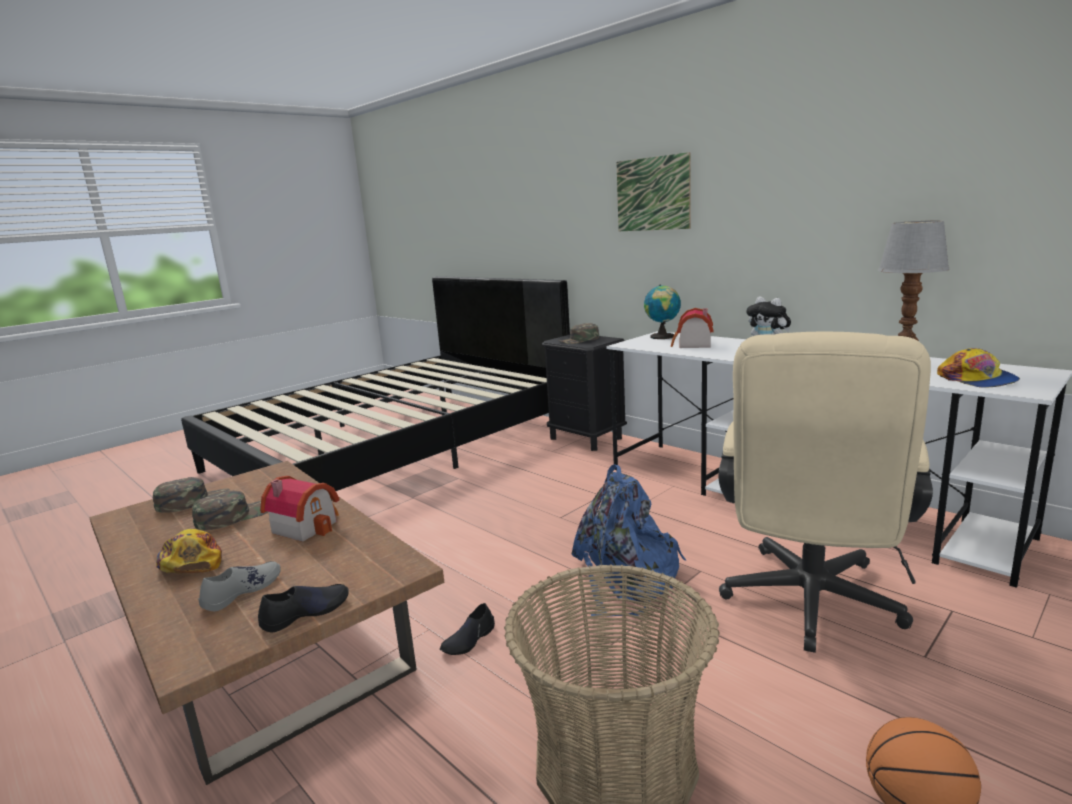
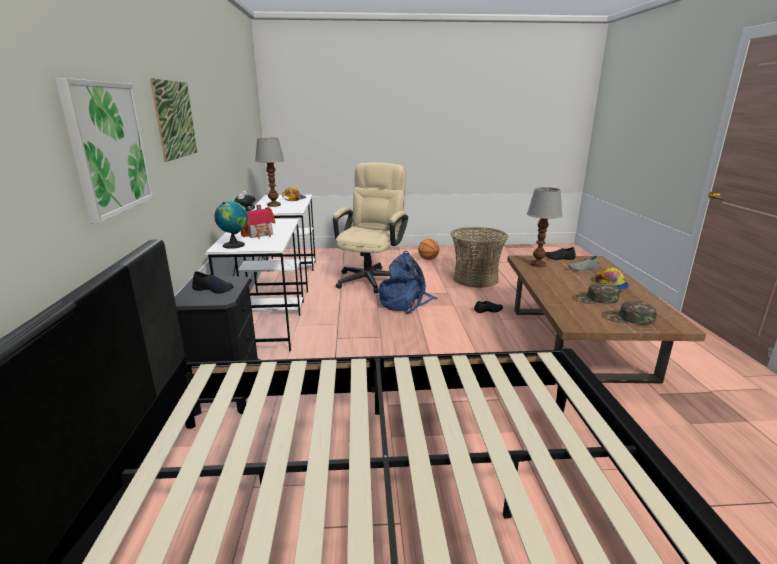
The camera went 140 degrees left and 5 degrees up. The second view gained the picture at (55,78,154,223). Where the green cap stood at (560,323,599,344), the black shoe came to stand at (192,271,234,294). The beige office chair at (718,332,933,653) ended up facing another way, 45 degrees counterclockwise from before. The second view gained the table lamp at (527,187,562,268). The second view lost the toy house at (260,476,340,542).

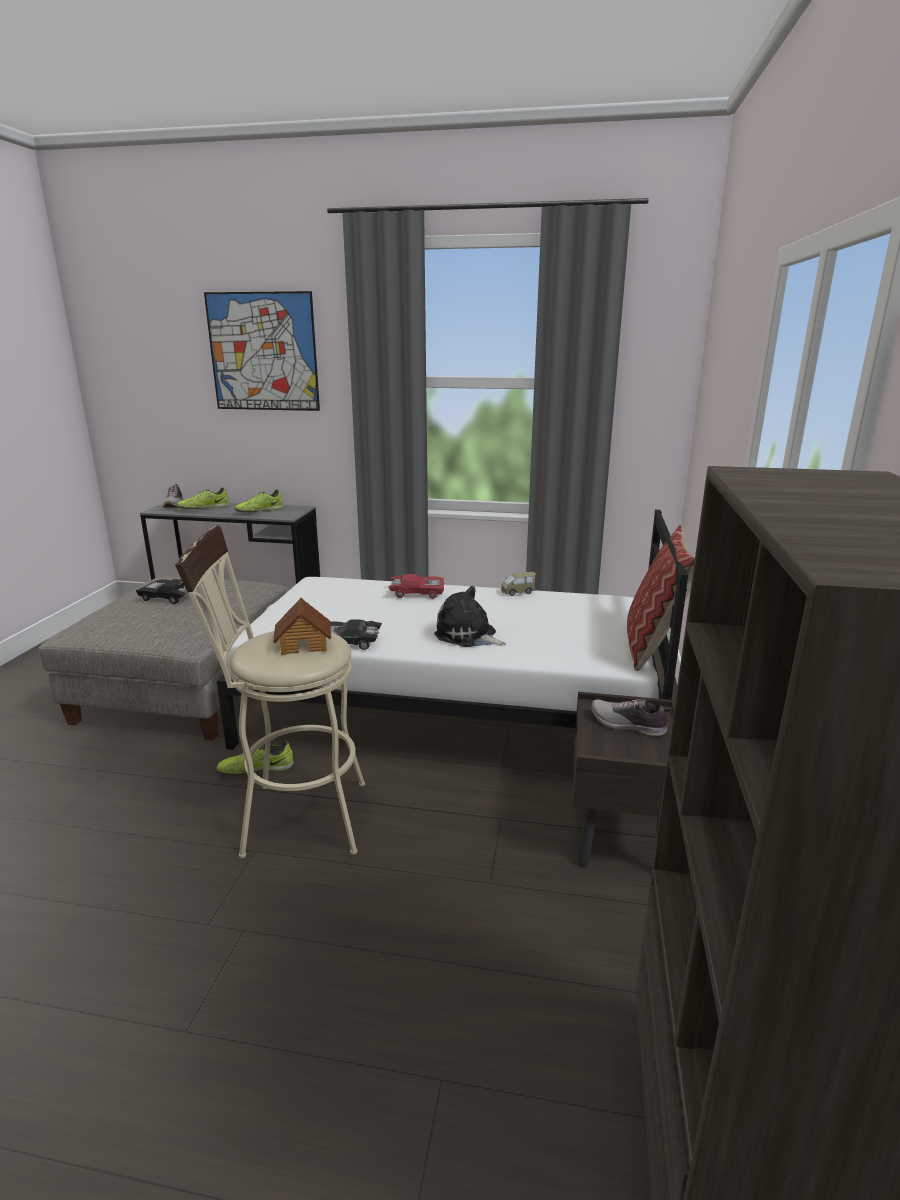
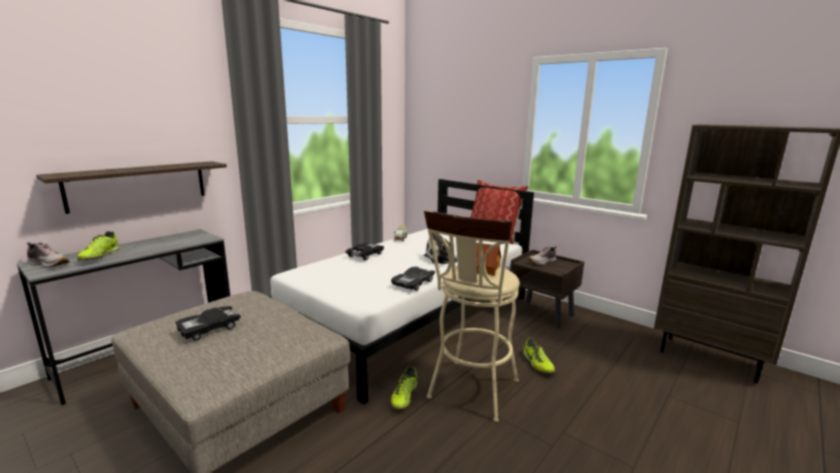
The camera went 60 degrees left and 5 degrees down. The second view gained the shelf at (36,161,227,214). What was the red toy car at (388,574,444,599) turned into the black toy car at (345,243,384,260). The shoe ended up elsewhere, having gone from (234,489,283,512) to (523,338,555,374). The second view lost the picture at (204,291,320,411).

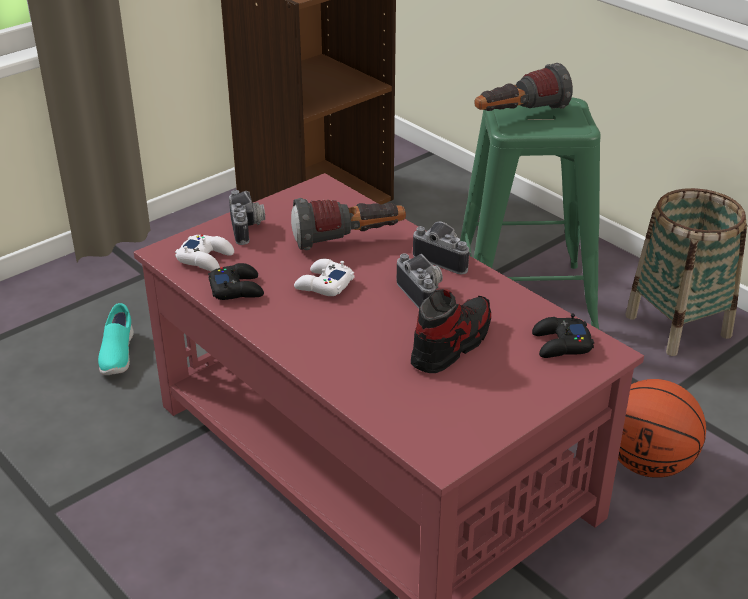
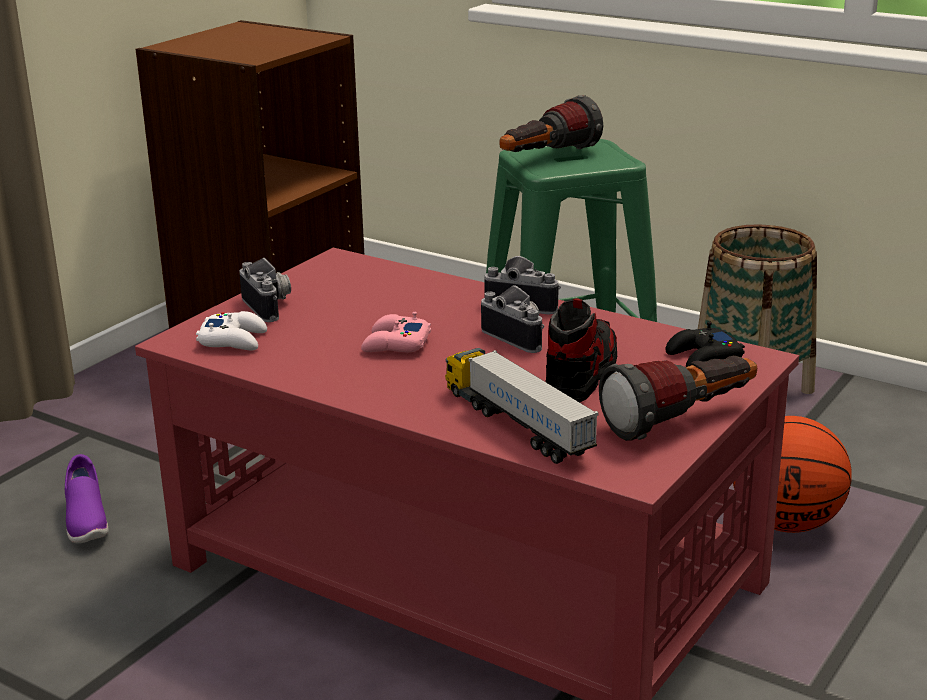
The camera went 15 degrees left and 10 degrees down. What was the turquoise shoe at (98,303,134,375) turned into the purple shoe at (65,454,109,543). What was the white game controller at (294,259,355,296) turned into the pink game controller at (361,311,431,352). The second view gained the toy truck at (445,348,599,464). The flashlight ended up elsewhere, having gone from (291,198,406,250) to (599,356,757,441). The second view lost the black game controller at (208,263,264,300).

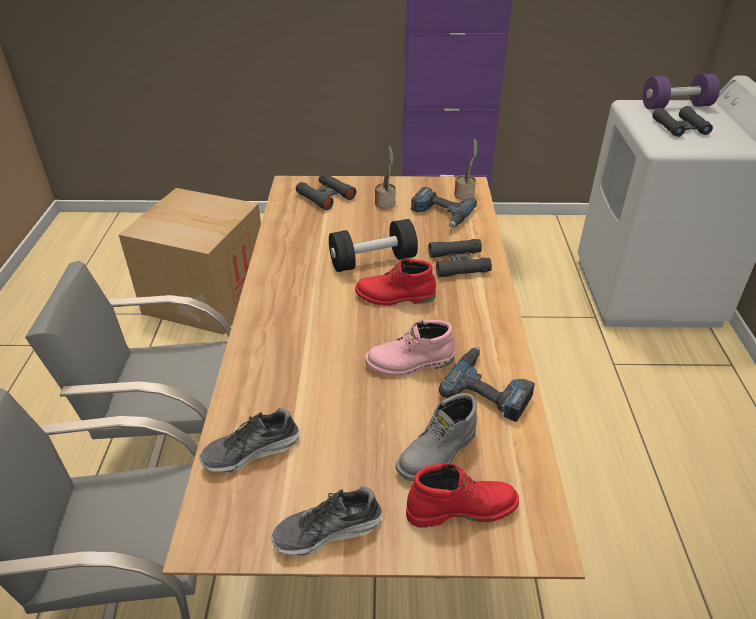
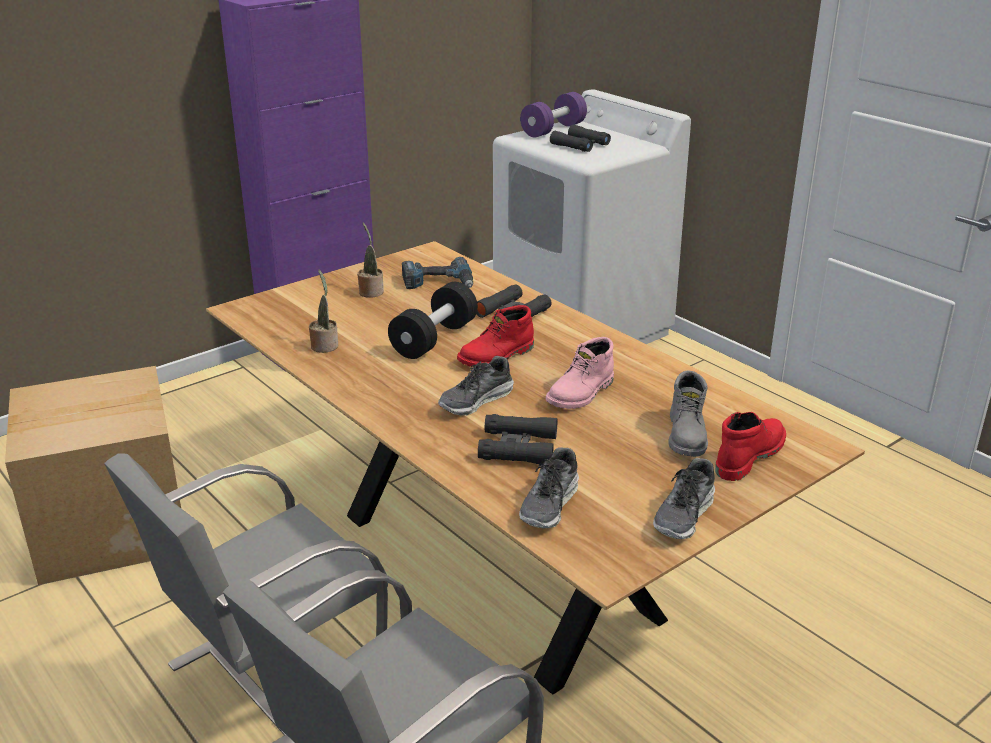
The camera went 40 degrees left and 10 degrees down. The potted plant ended up elsewhere, having gone from (454,139,478,200) to (309,270,338,353). The second view gained the shoe at (438,356,514,416). The black binoculars ended up elsewhere, having gone from (296,173,356,210) to (478,414,557,464). The second view lost the power drill at (439,347,535,422).

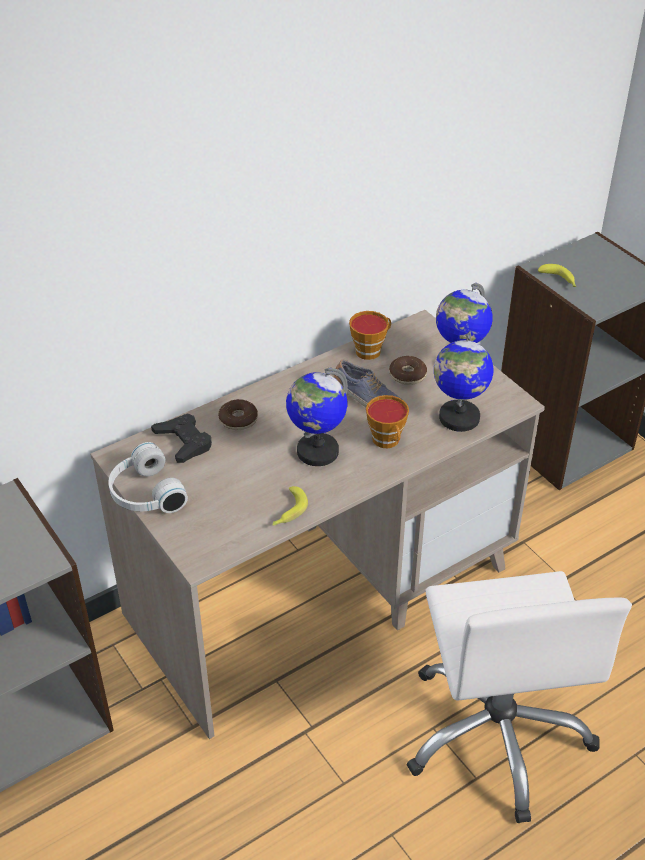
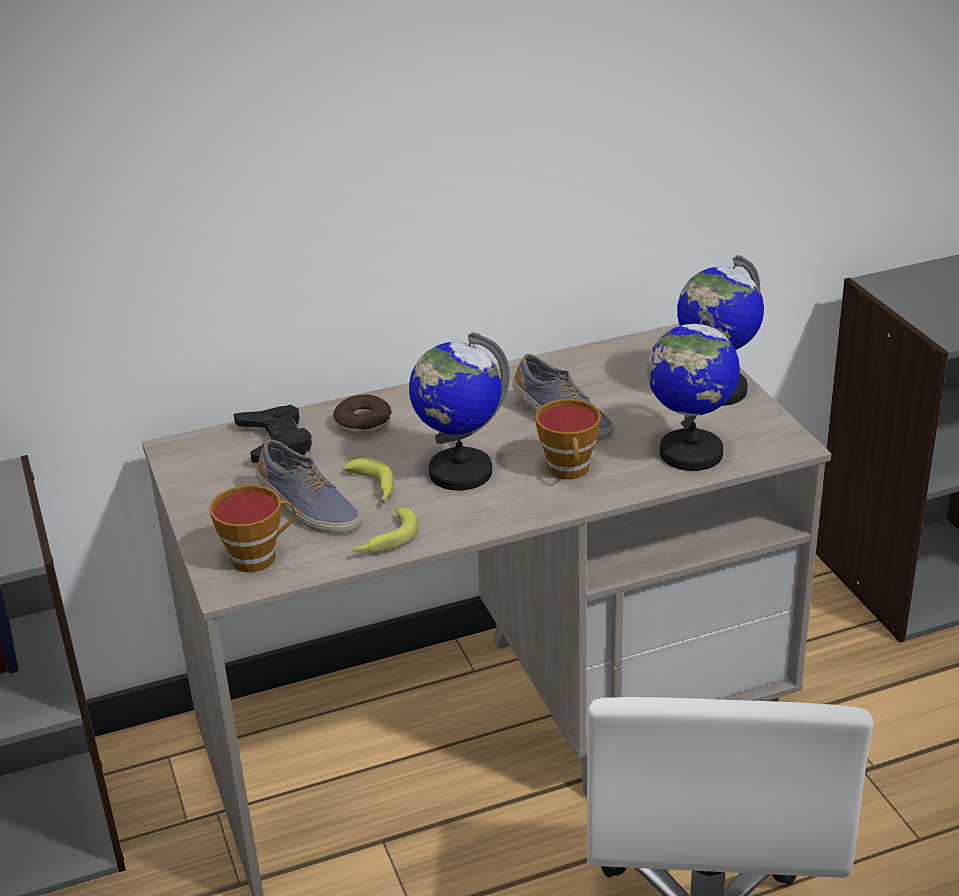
The camera went 15 degrees right and 10 degrees down. The cup ended up elsewhere, having gone from (349,311,391,360) to (210,485,296,573). The second view gained the shoe at (256,440,362,534). The banana ended up elsewhere, having gone from (538,264,577,287) to (343,458,394,502). The second view lost the white headphones at (108,442,188,513). The second view lost the donut at (389,356,427,385).

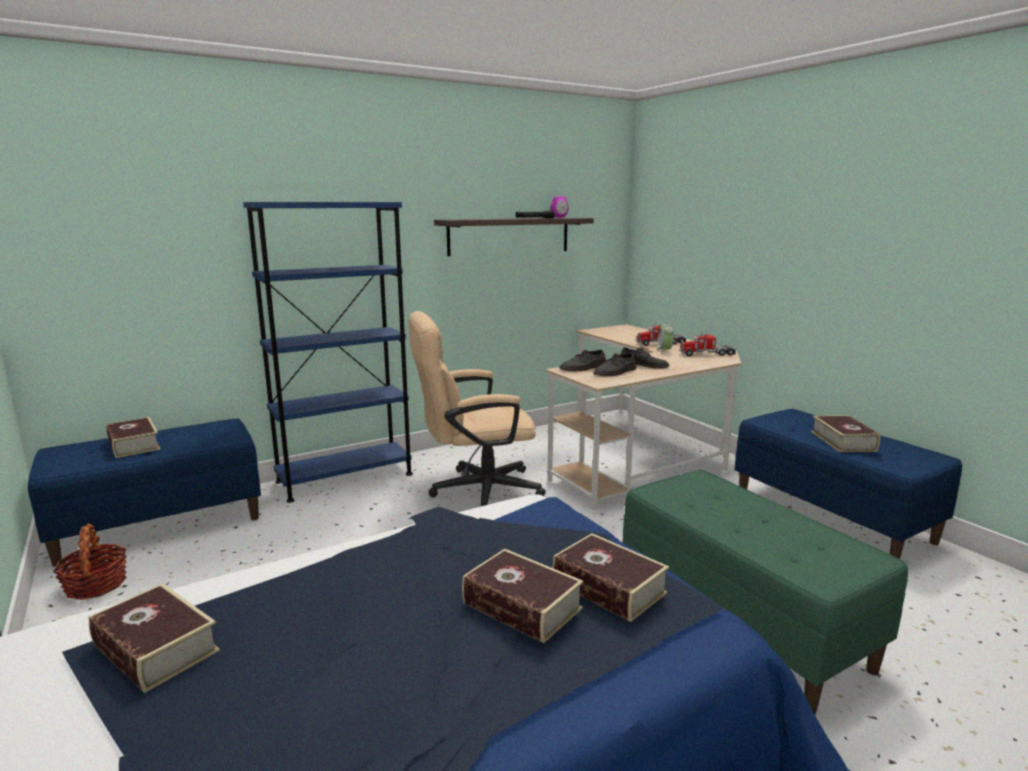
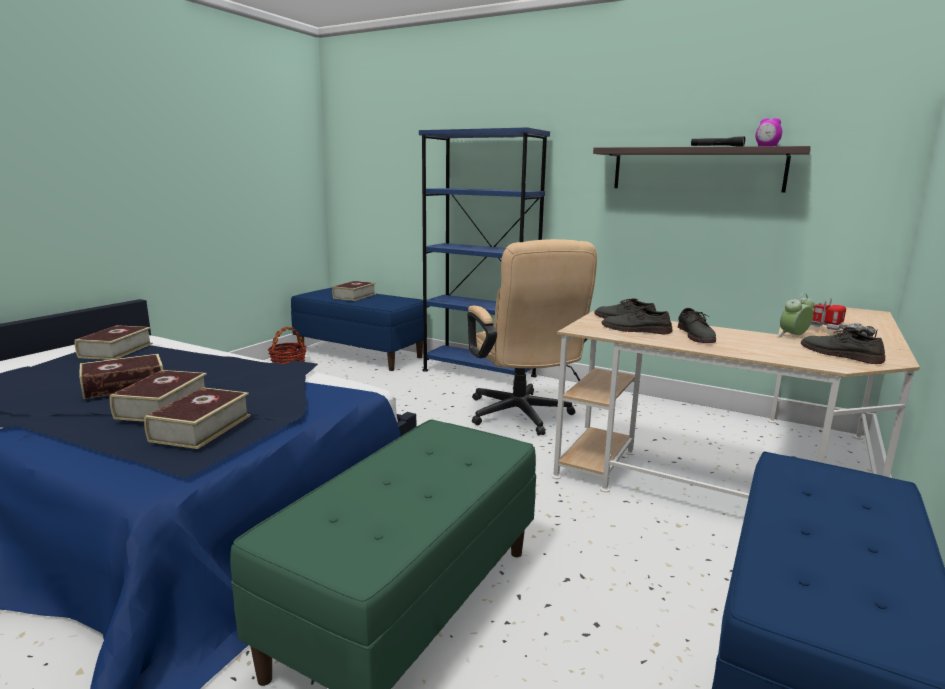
The camera went 60 degrees right and 0 degrees up. The book ended up elsewhere, having gone from (811,415,880,452) to (79,354,163,399). The beige office chair at (409,311,546,507) ended up facing another way, 150 degrees counterclockwise from before. Where the toy truck stood at (679,331,736,356), the grey shoe came to stand at (801,329,885,364).

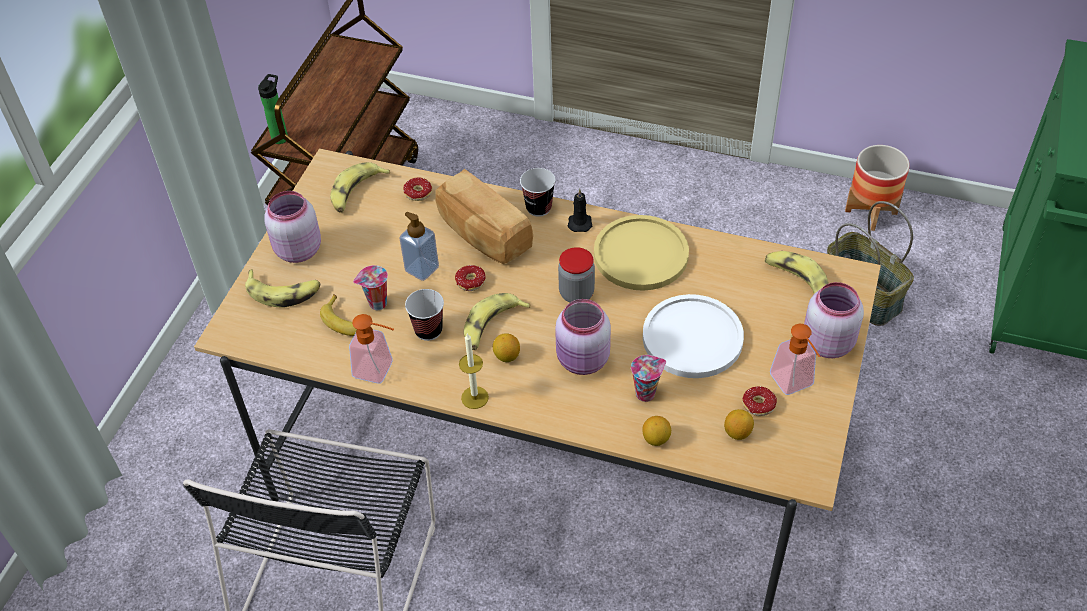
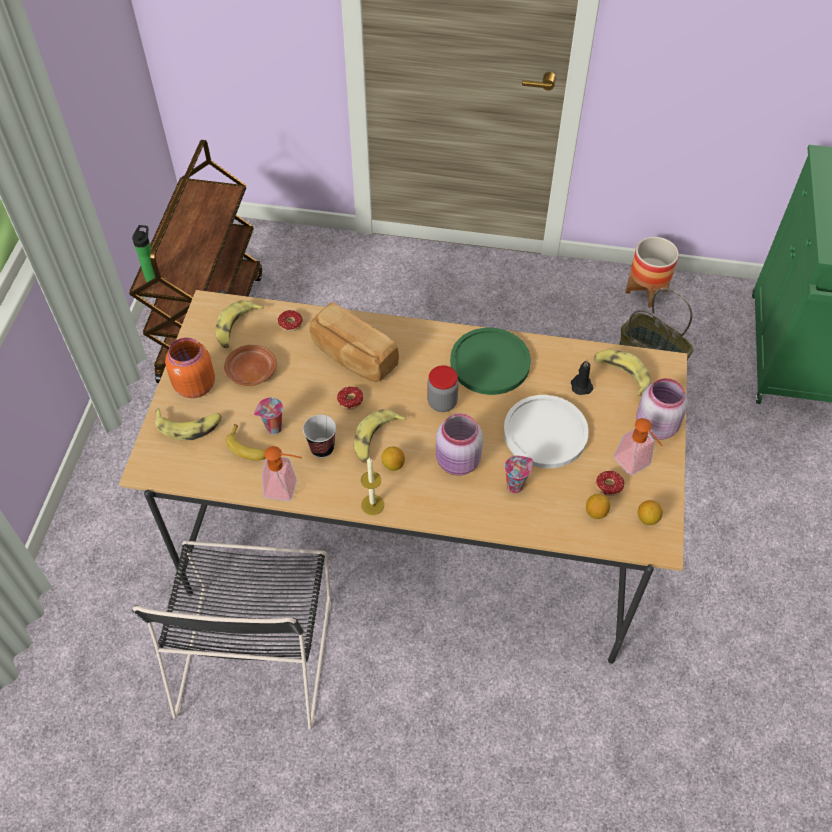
The camera went 10 degrees left and 5 degrees up. What was the pink jar at (264,191,321,263) turned into the orange jar at (165,338,215,398). The second view gained the brown plate at (224,345,277,386). What was the yellow plate at (594,215,689,291) turned into the green plate at (450,328,531,395). The black candle ended up elsewhere, having gone from (568,189,592,232) to (571,359,594,395). The lemon ended up elsewhere, having gone from (643,416,671,446) to (638,500,663,525). The second view lost the soap dispenser at (400,212,439,281). The second view lost the cup at (520,168,556,217).

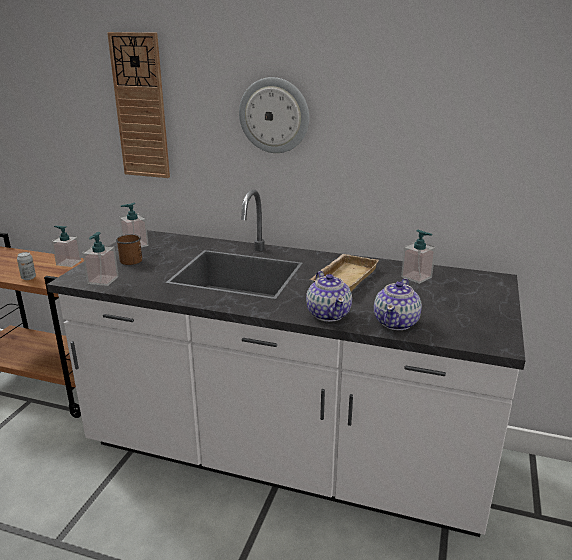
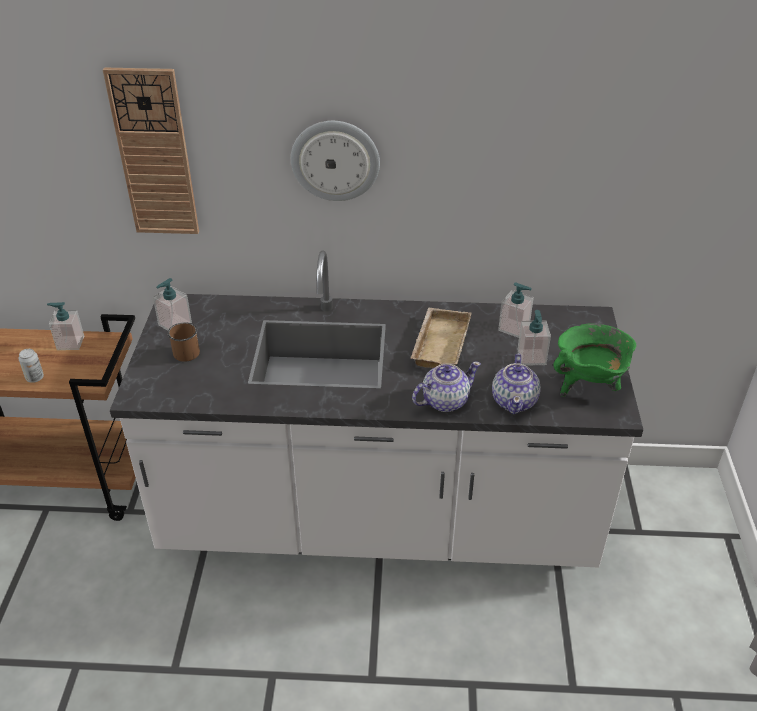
The camera went 15 degrees left and 15 degrees up. The teapot at (306,271,352,322) ended up facing another way, 90 degrees counterclockwise from before. The soap dispenser ended up elsewhere, having gone from (83,232,119,286) to (517,310,551,366). The second view gained the green cooking pot at (553,324,637,397).

